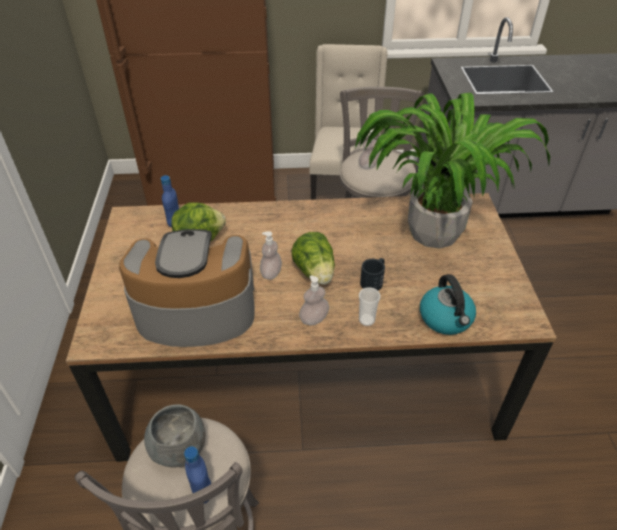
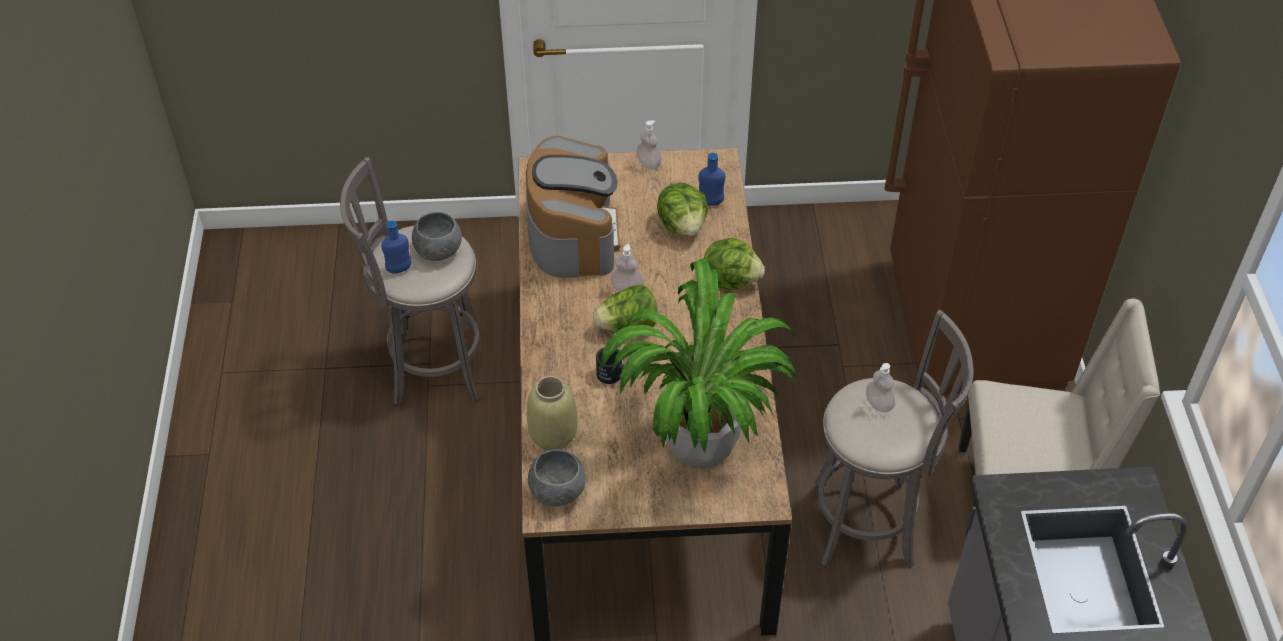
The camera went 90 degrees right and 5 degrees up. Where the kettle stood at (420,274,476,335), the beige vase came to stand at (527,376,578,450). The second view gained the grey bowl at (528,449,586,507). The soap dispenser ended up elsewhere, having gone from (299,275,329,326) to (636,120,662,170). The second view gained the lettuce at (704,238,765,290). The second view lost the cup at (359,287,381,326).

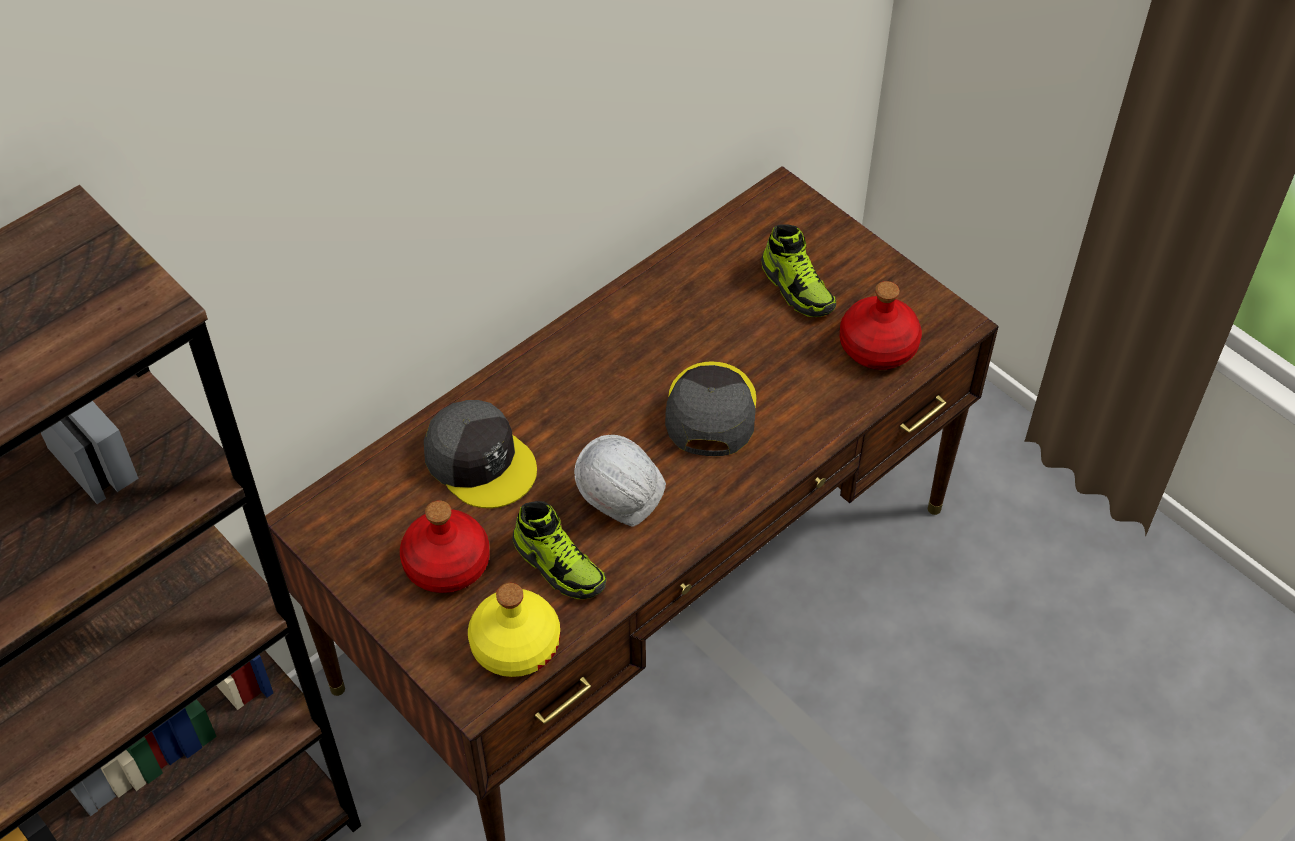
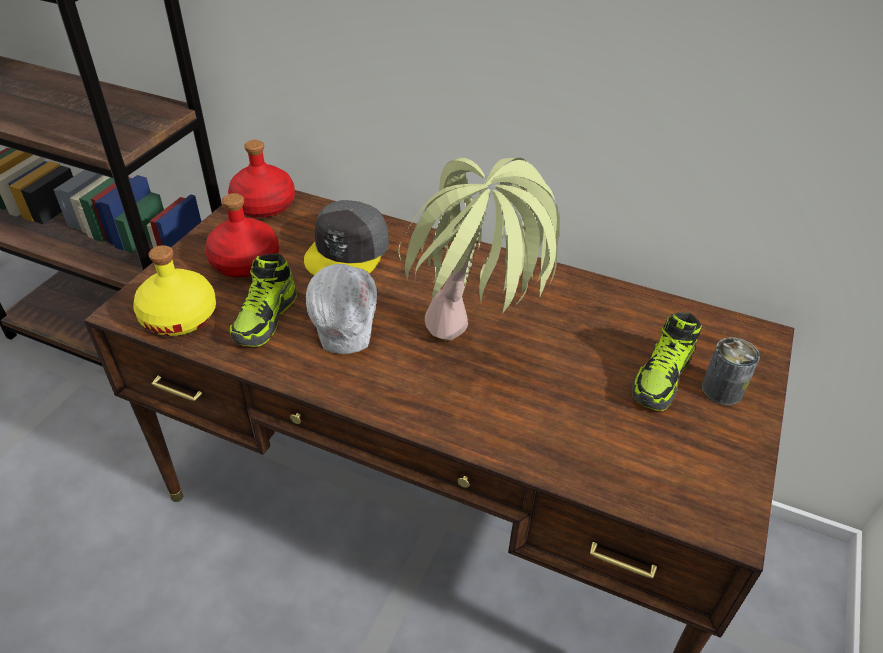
The camera went 65 degrees right and 10 degrees down. The red bottle ended up elsewhere, having gone from (840,281,922,370) to (228,140,295,218). Where the grey cap stood at (665,361,756,456), the potted plant came to stand at (398,158,559,340). The second view gained the can at (702,337,760,405).

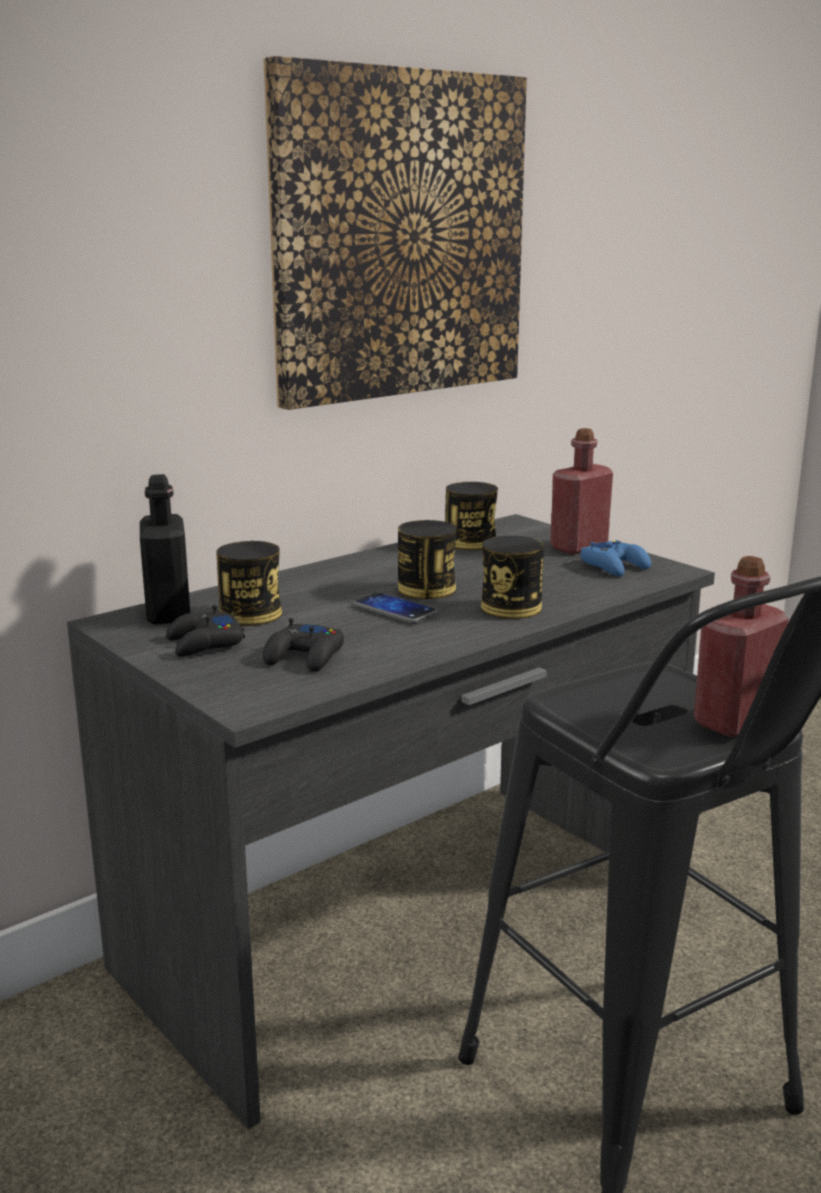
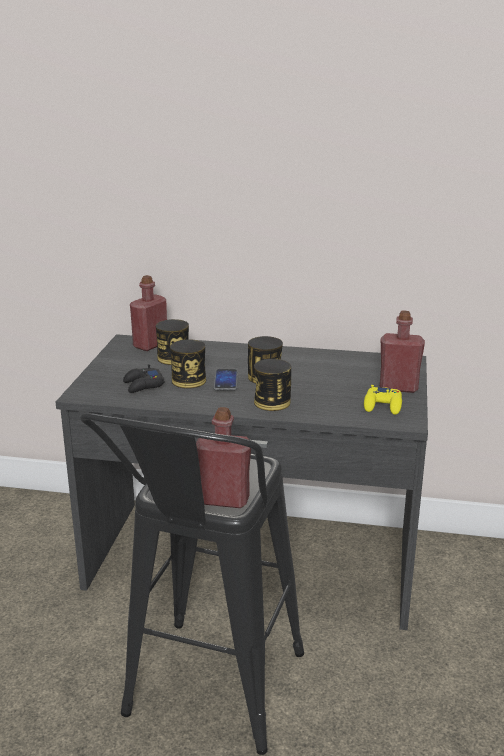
The camera went 50 degrees right and 5 degrees up. What was the black bottle at (140,474,190,624) turned into the red bottle at (130,275,167,351). The can ended up elsewhere, having gone from (445,482,498,550) to (170,339,206,389). What was the blue game controller at (580,540,651,577) turned into the yellow game controller at (364,385,402,415). The second view lost the black game controller at (166,605,245,657). The second view lost the picture at (263,56,527,410).

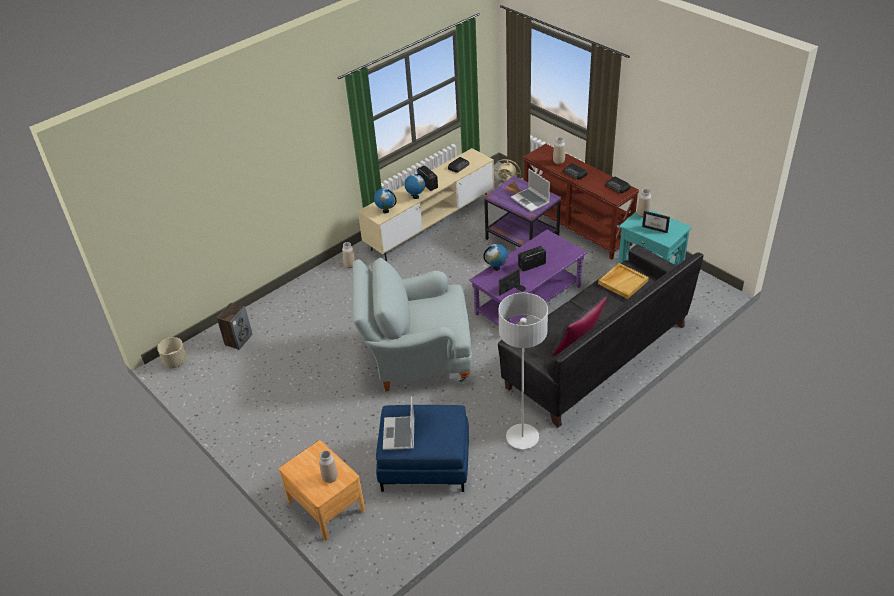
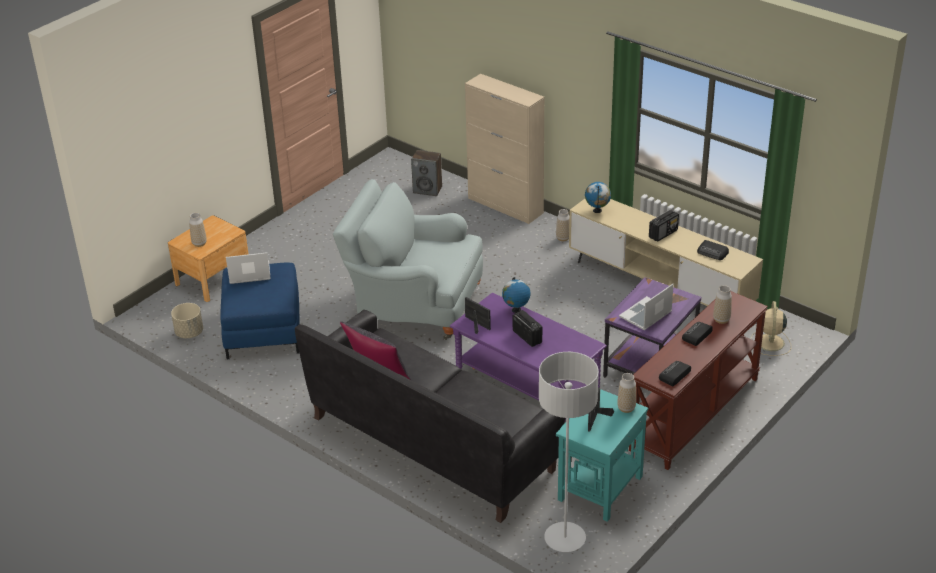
The camera went 80 degrees right and 5 degrees down. The beige planter ended up elsewhere, having gone from (157,337,187,368) to (171,303,203,338). The grey armchair at (353,258,472,391) ended up facing another way, 60 degrees counterclockwise from before. The second view gained the beige cabinet at (465,74,544,224). The grey floor lamp ended up elsewhere, having gone from (498,293,548,449) to (539,352,599,552). The second view lost the globe at (404,173,425,199). The second view lost the beige tray at (598,263,649,299).

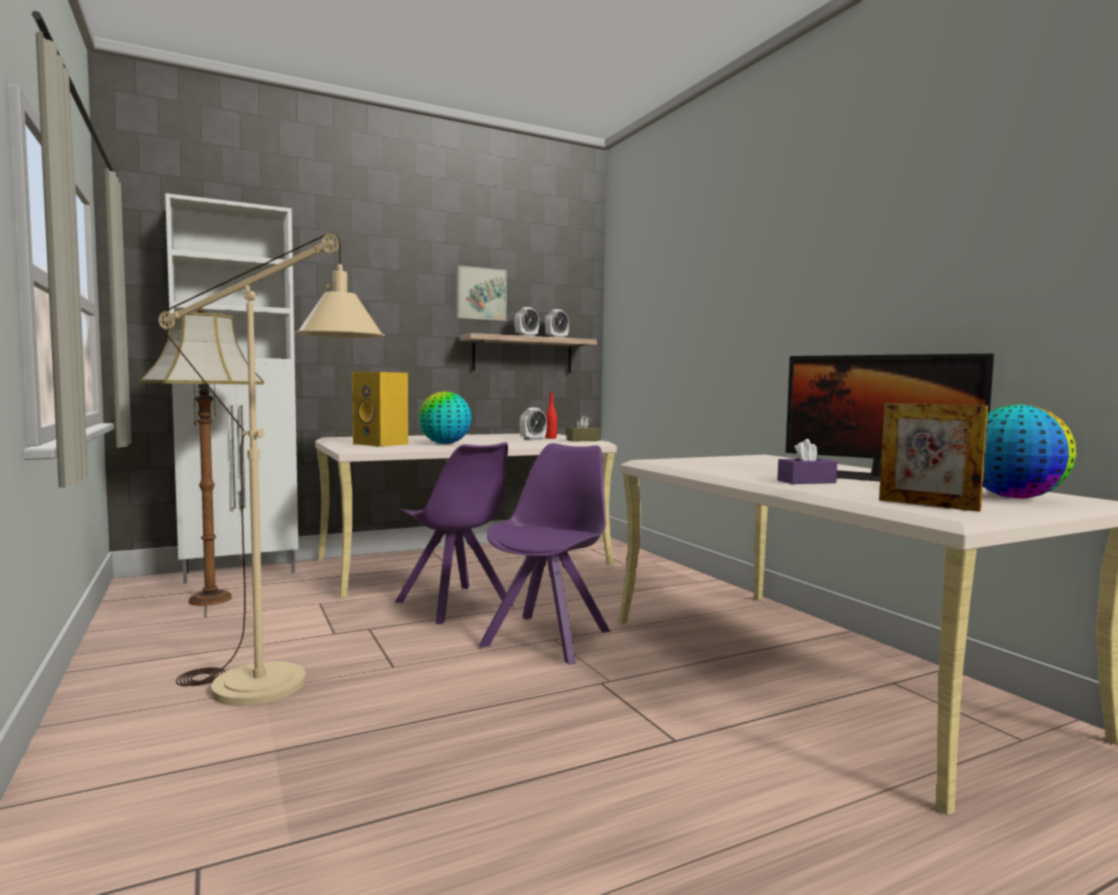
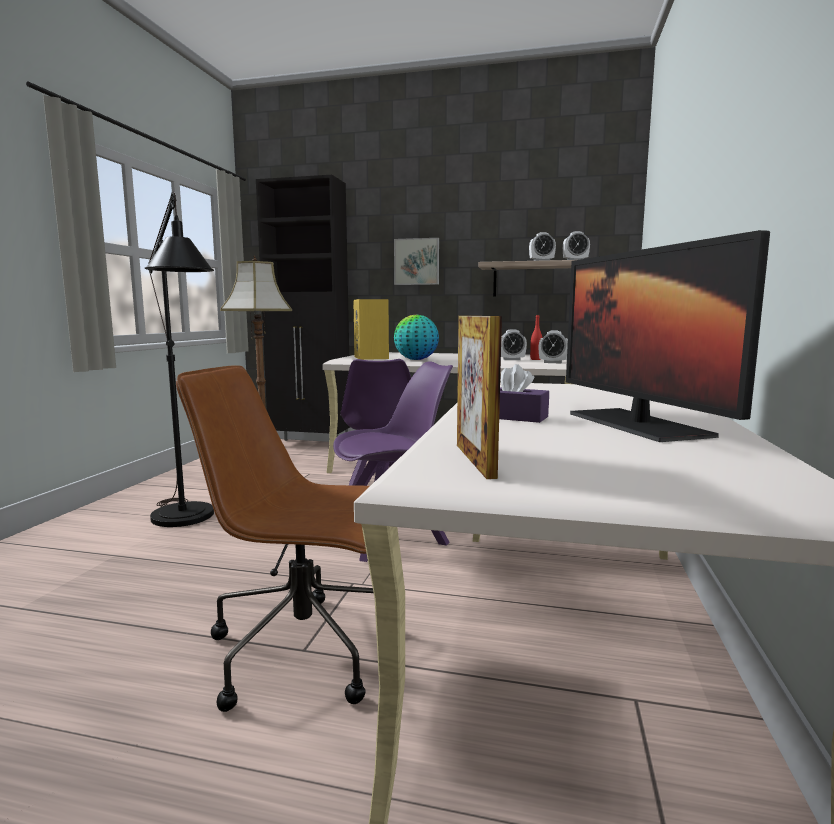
The camera went 40 degrees right and 5 degrees up. What was the beige floor lamp at (159,233,385,706) turned into the black floor lamp at (145,192,214,527). The second view gained the brown office chair at (176,365,373,712). What was the white cabinet at (165,193,298,584) turned into the black cabinet at (256,175,350,441). The picture ended up elsewhere, having gone from (456,265,507,321) to (394,238,439,285). Where the brown tissue box stood at (567,416,600,442), the alarm clock came to stand at (539,330,568,363). The second view lost the globe at (983,404,1076,498).

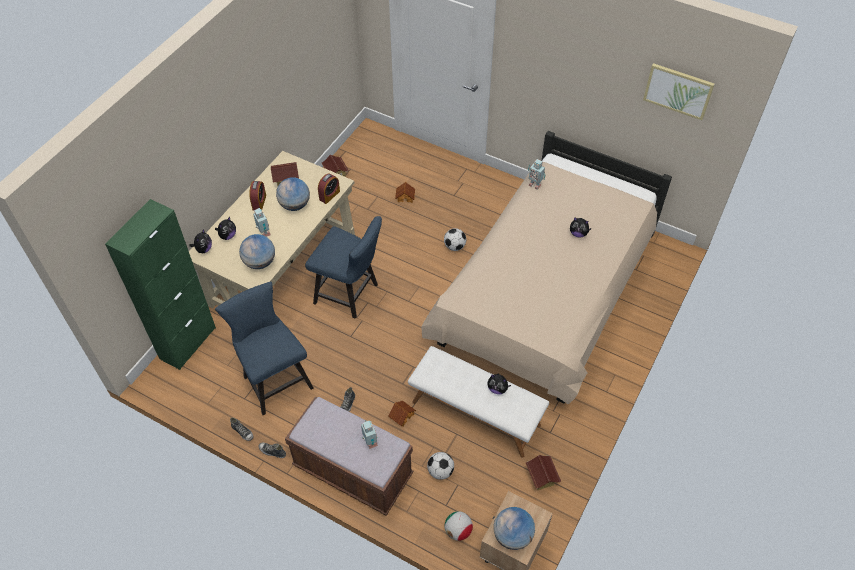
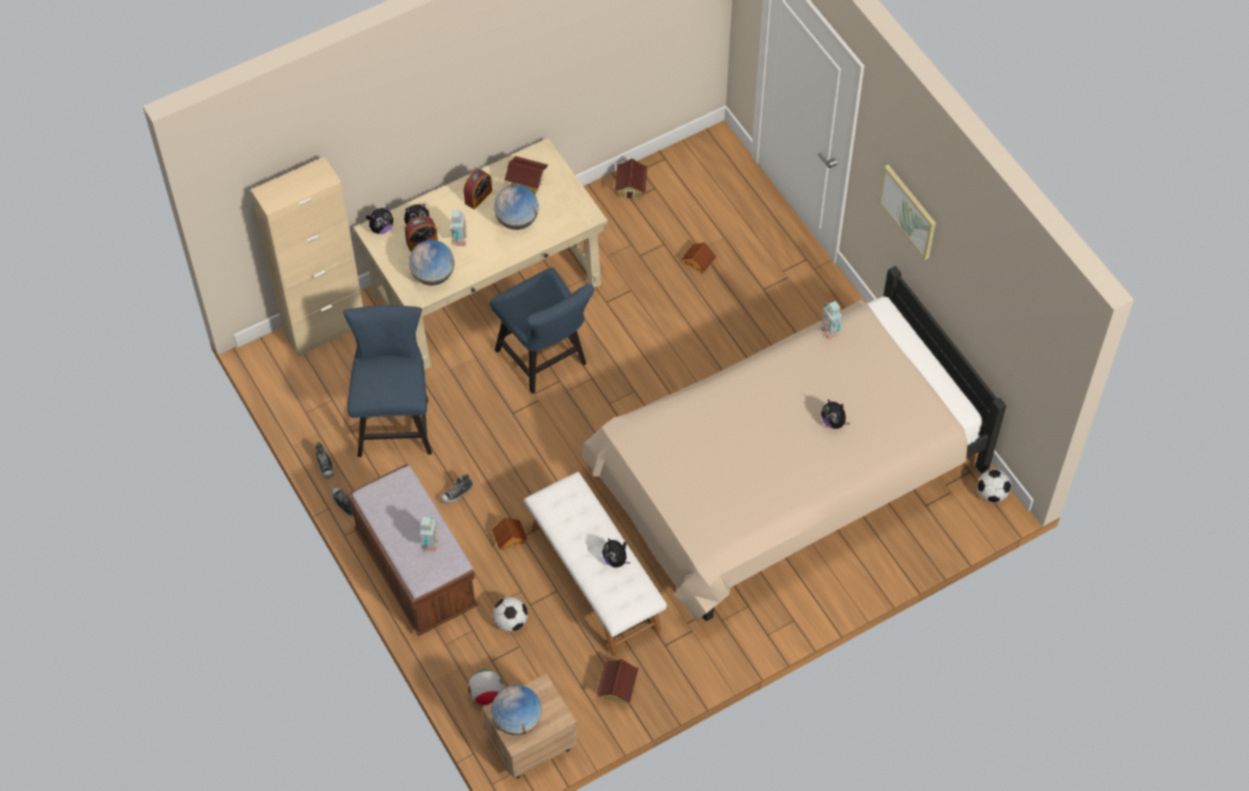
The camera went 30 degrees right and 5 degrees up. What was the green cabinet at (105,199,216,370) turned into the beige cabinet at (251,157,363,357). The alarm clock ended up elsewhere, having gone from (318,174,340,204) to (405,216,438,252). The picture ended up elsewhere, having gone from (643,63,715,120) to (879,164,936,260). The football ended up elsewhere, having gone from (444,228,466,251) to (977,469,1011,503).

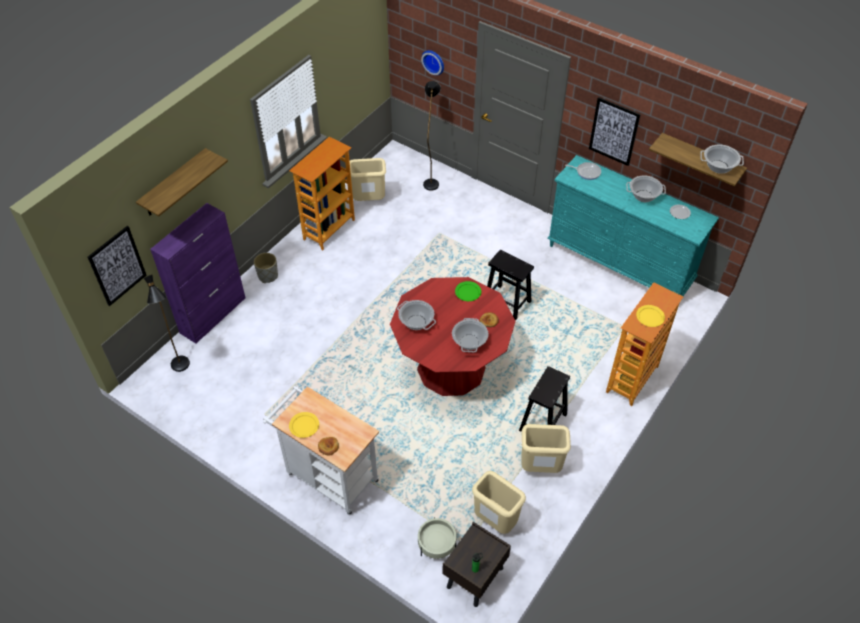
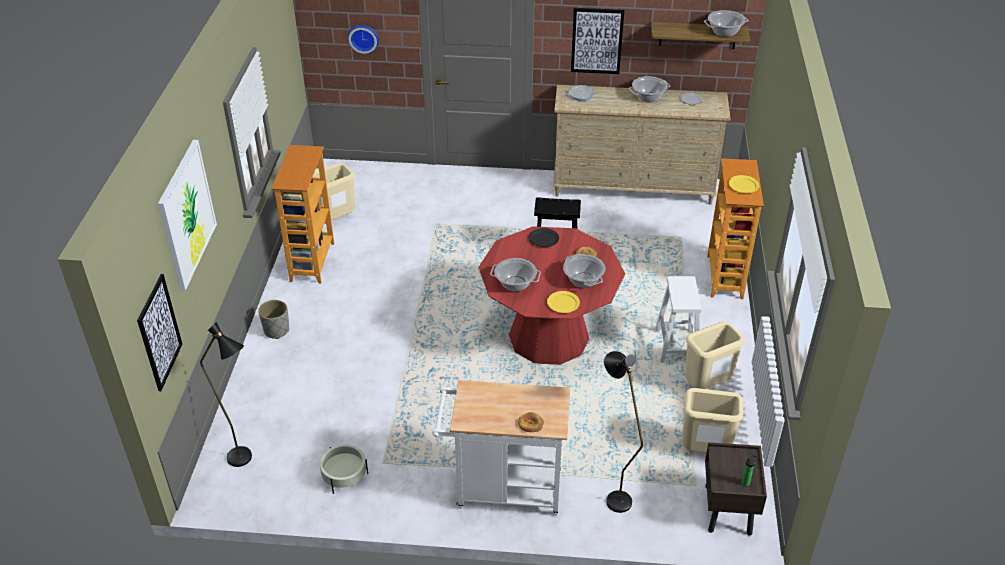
The camera went 30 degrees left and 10 degrees down. Where the shelf hung at (136,148,228,216), the picture came to hang at (158,140,217,290). The beige planter ended up elsewhere, having gone from (418,517,457,559) to (320,445,368,494). What was the green plate at (455,281,481,301) turned into the black plate at (529,228,559,247). The yellow plate ended up elsewhere, having gone from (289,412,319,438) to (547,291,580,313). What was the turquoise dresser at (547,155,719,296) turned into the beige dresser at (553,85,731,205). The black floor lamp ended up elsewhere, having gone from (423,81,441,191) to (604,351,643,513). What was the black stool at (519,366,570,432) turned into the white stool at (655,276,702,363). The second view lost the purple cabinet at (150,203,245,343).

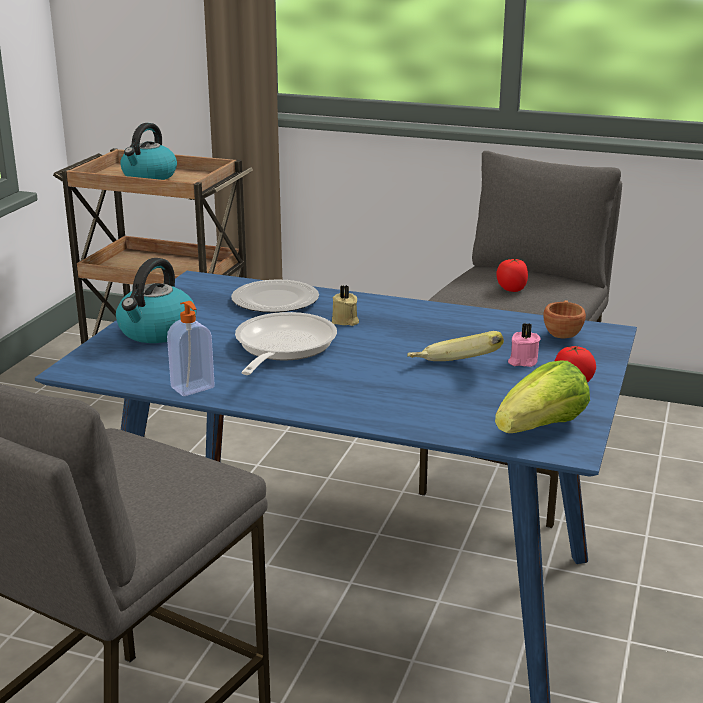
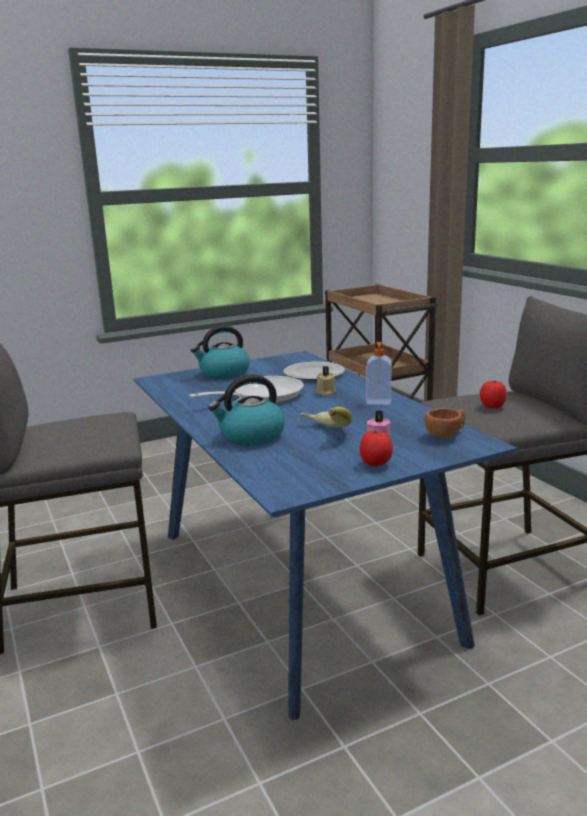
The camera went 45 degrees right and 5 degrees down. The kettle ended up elsewhere, having gone from (120,123,177,180) to (208,374,285,445). The soap dispenser ended up elsewhere, having gone from (167,301,215,396) to (366,342,392,405). The second view lost the lettuce at (495,360,590,433).

